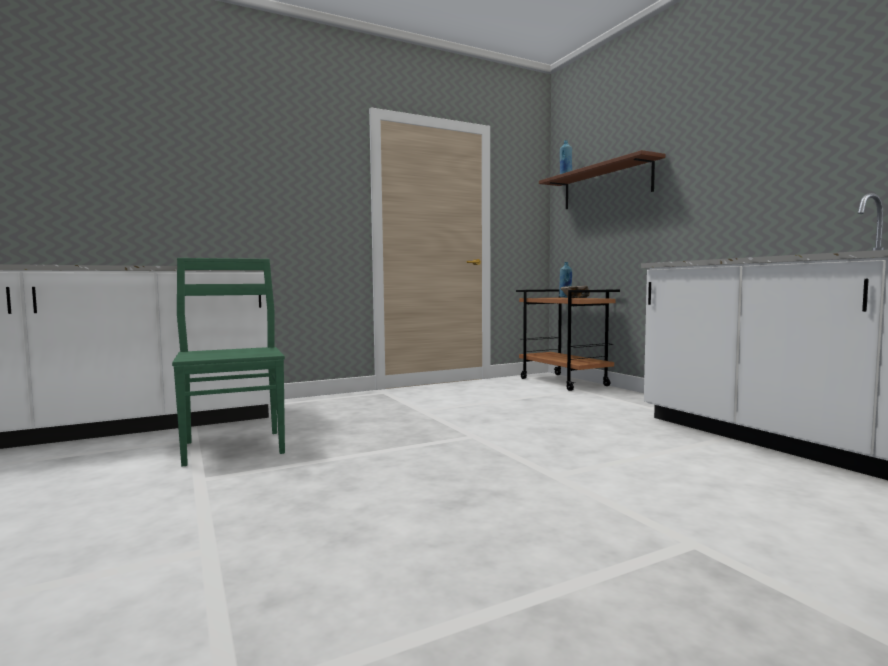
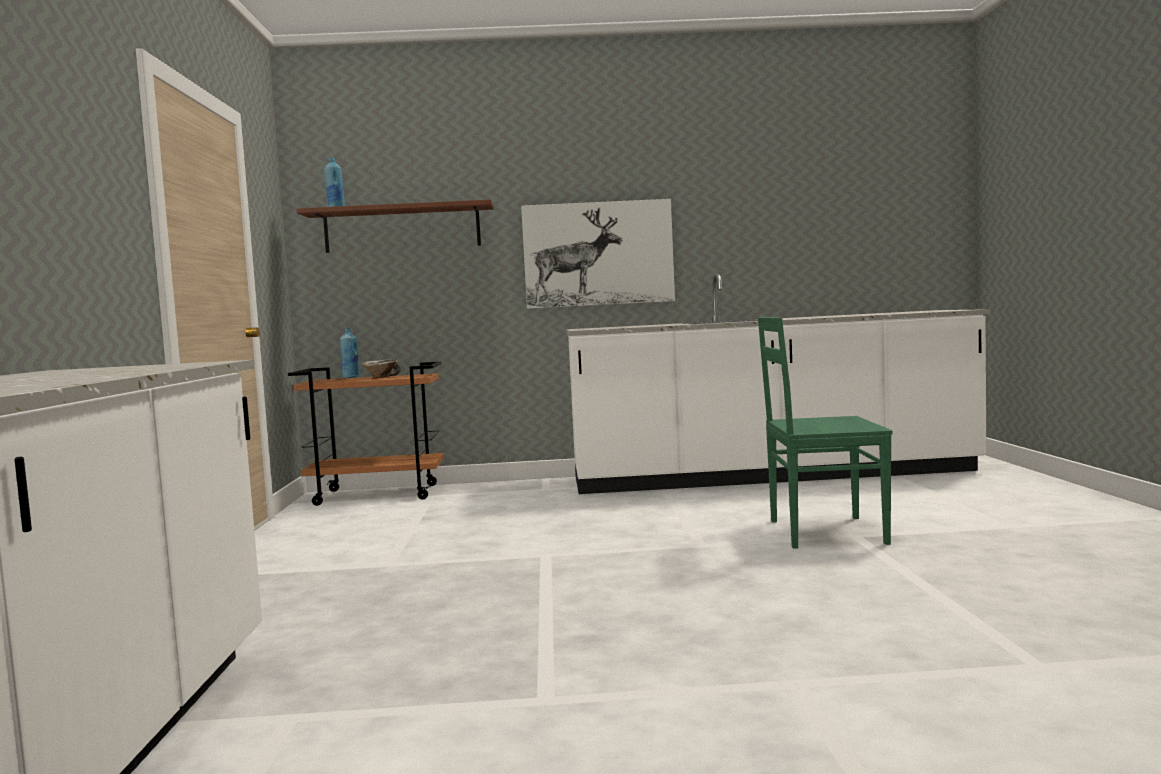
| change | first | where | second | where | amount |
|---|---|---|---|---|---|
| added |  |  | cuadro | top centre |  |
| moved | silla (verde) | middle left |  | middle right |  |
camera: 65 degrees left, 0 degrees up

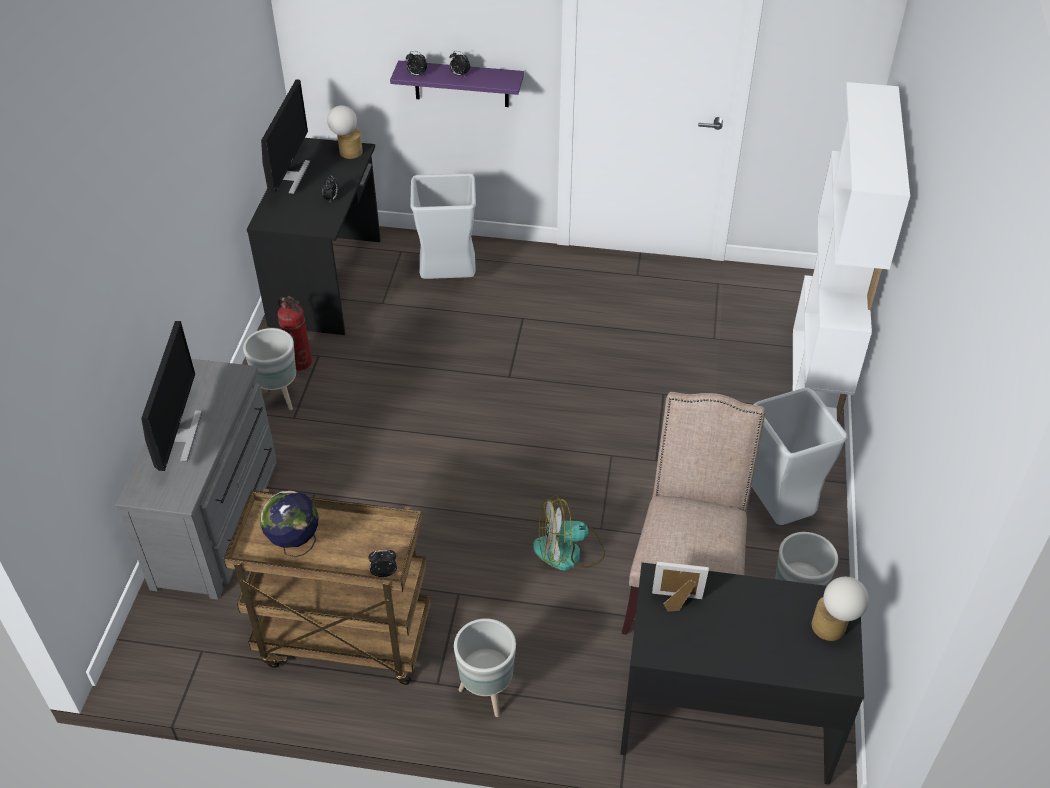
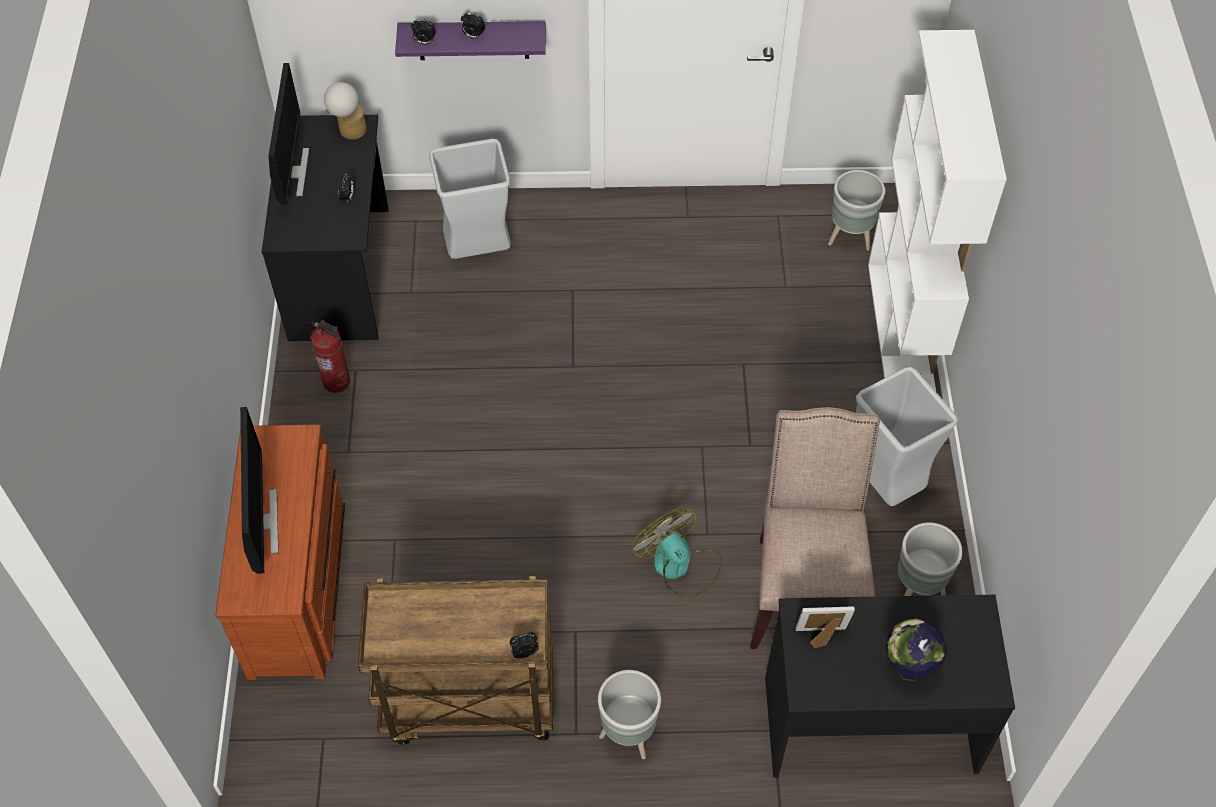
| change | first | where | second | where | amount |
|---|---|---|---|---|---|
| removed | lámpara de mesa (2nd from left) | bottom right |  |  |  |
| moved | maceta (gris) (1st from left in the first image) | middle left | maceta (gris) (2nd from left) | top right |  |
| moved | globo terráqueo | middle left |  | bottom right |  |
| recoloured | cómoda (gris) | middle left | cómoda (marrón) | bottom left |  |
| turned | ventilador | bottom centre |  | bottom centre | 75 degrees clockwise |
camera: 10 degrees left, 10 degrees up

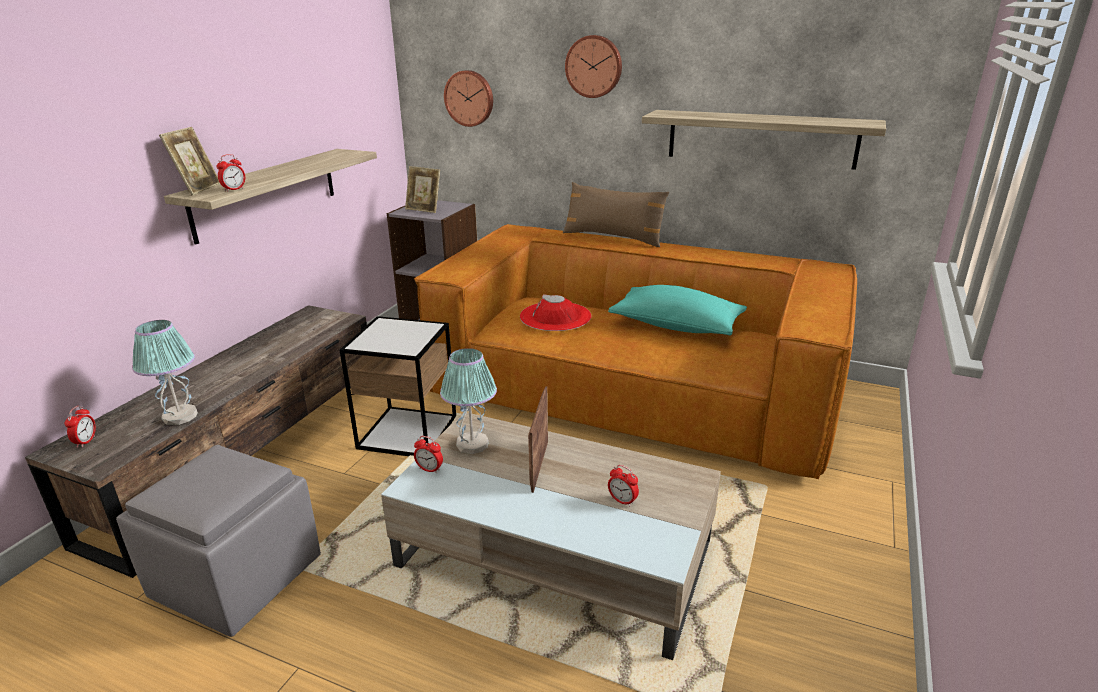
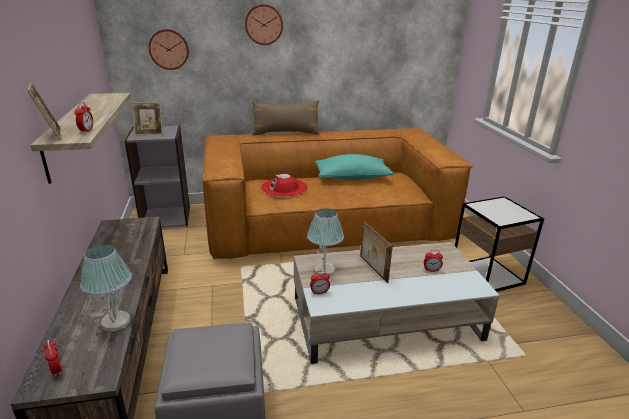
| change | first | where | second | where | amount |
|---|---|---|---|---|---|
| removed | estante (2nd from left) | top right |  |  |  |
| moved | mesa auxiliar | centre |  | middle right |  |
camera: 35 degrees left, 0 degrees up

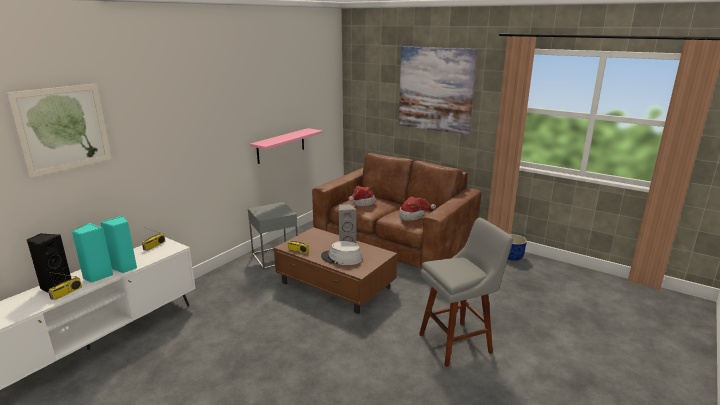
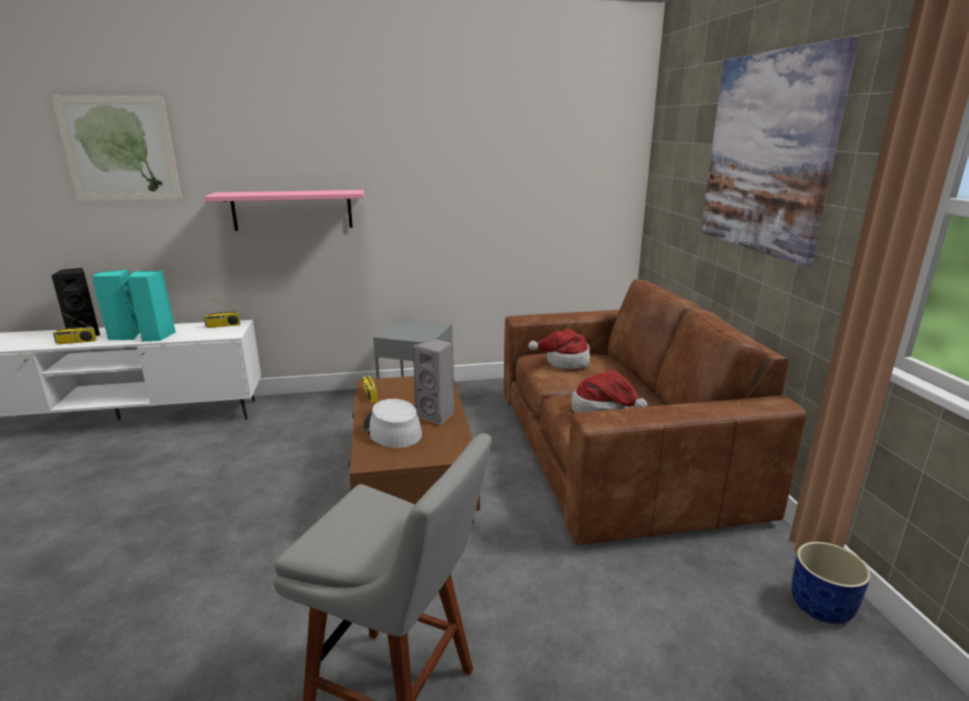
| change | first | where | second | where | amount |
|---|---|---|---|---|---|
| moved | estante (rosa) | centre |  | top left |  |
camera: 45 degrees right, 0 degrees up

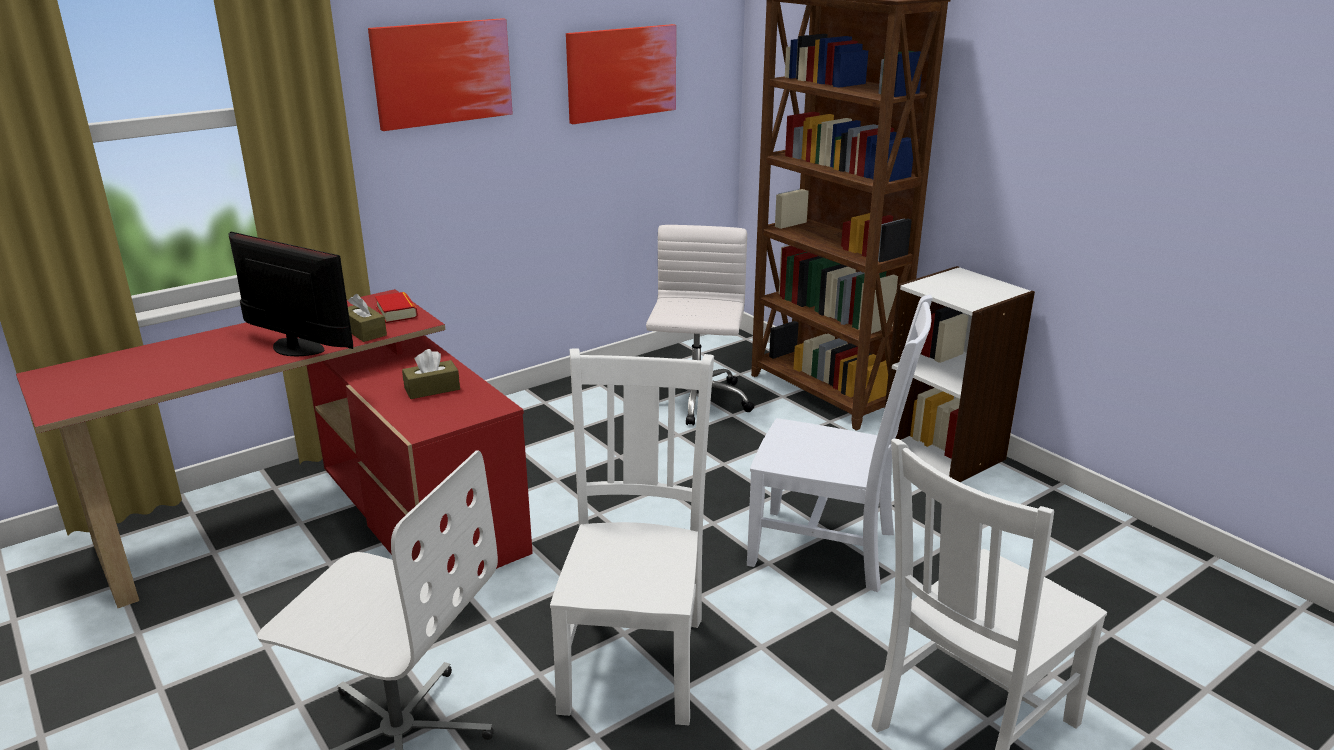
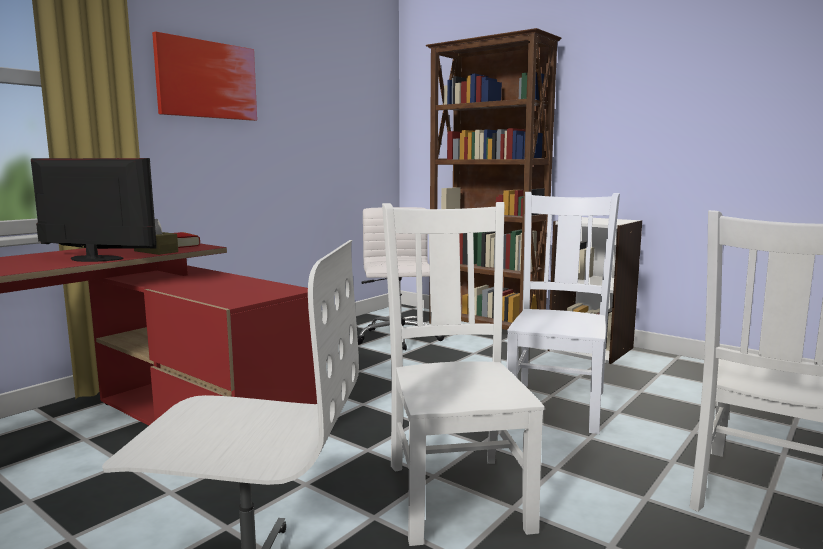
| change | first | where | second | where | amount |
|---|---|---|---|---|---|
| removed | caja de pañuelos (marrón) (2nd from left) | middle left |  |  |  |
| removed | cuadro (2nd from left) | top centre |  |  |  |
| turned | silla (blanco) (2nd from left) | centre |  | middle right | 75 degrees counterclockwise |
camera: 15 degrees left, 15 degrees down

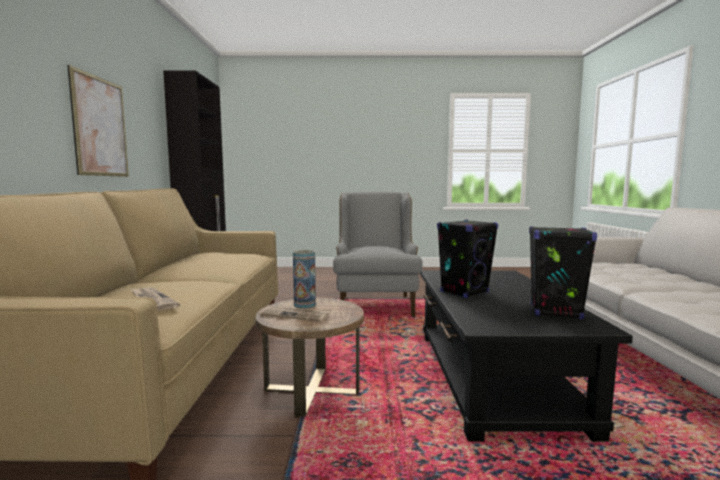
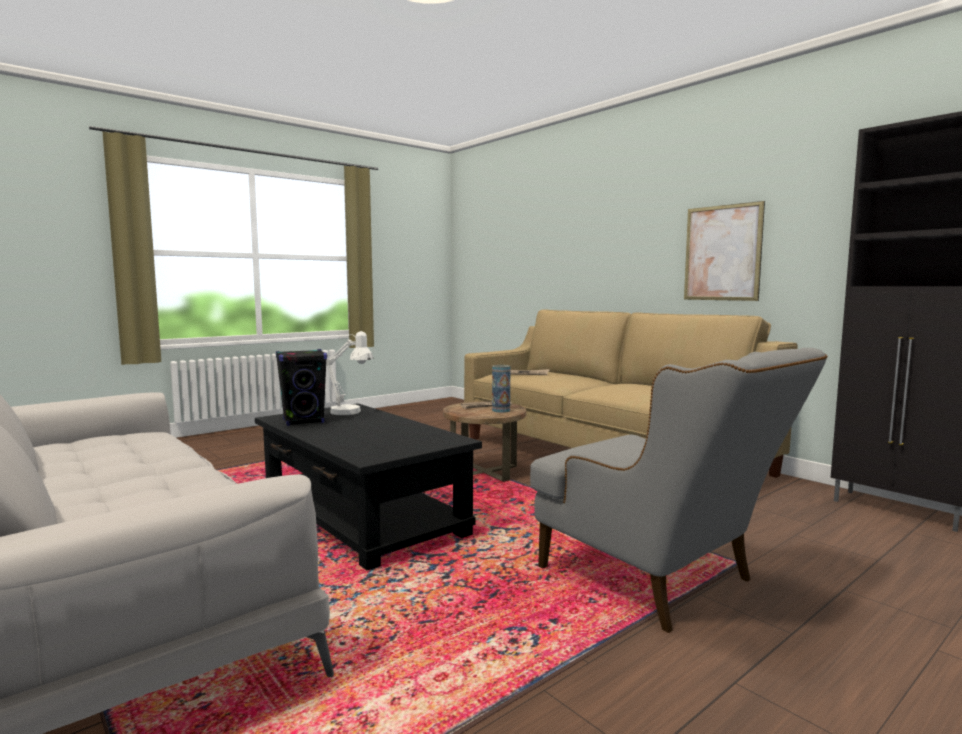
| change | first | where | second | where | amount |
|---|---|---|---|---|---|
| removed | altavoz (negro) (1st from left) | centre |  |  |  |
| added |  |  | lámpara de mesa (blanco) | centre |  |
camera: 140 degrees right, 0 degrees up

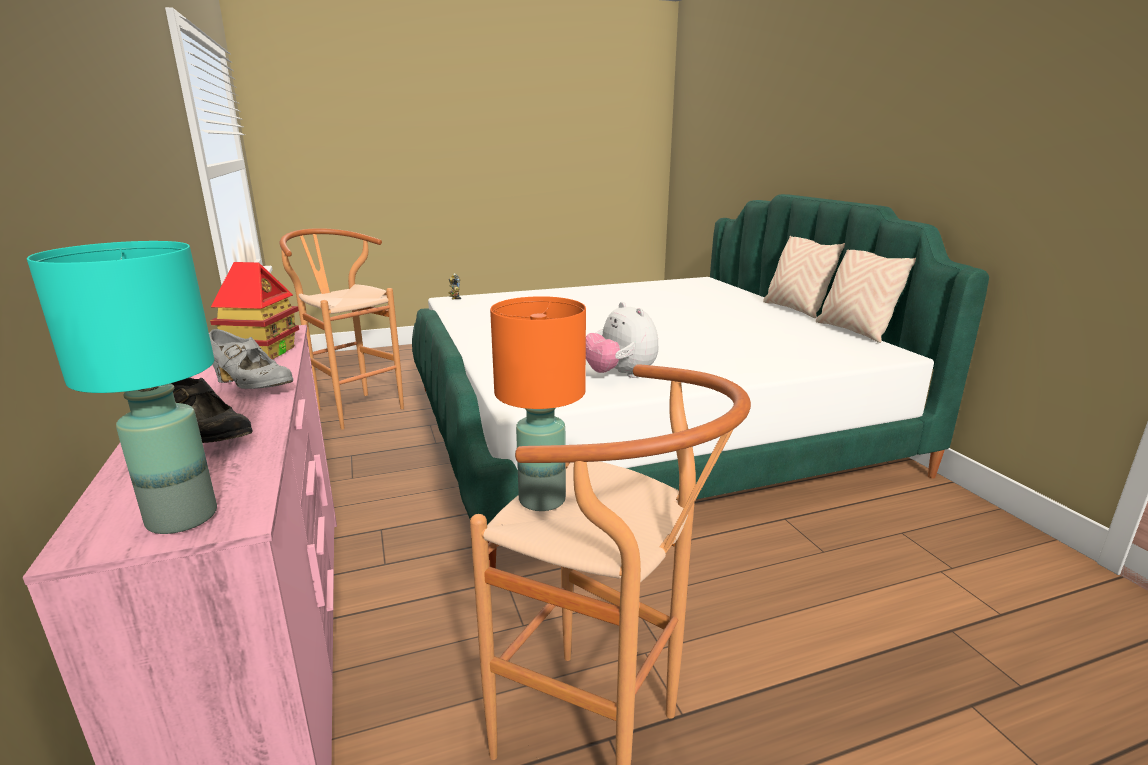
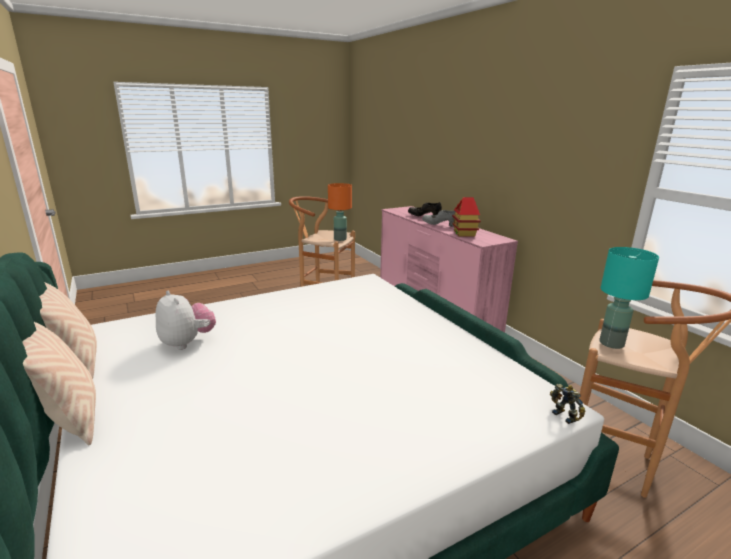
| change | first | where | second | where | amount |
|---|---|---|---|---|---|
| moved | lámpara de mesa (turquesa) | middle left |  | middle right |  |
| moved | peluche | centre |  | middle left |  |
camera: 170 degrees right, 0 degrees up

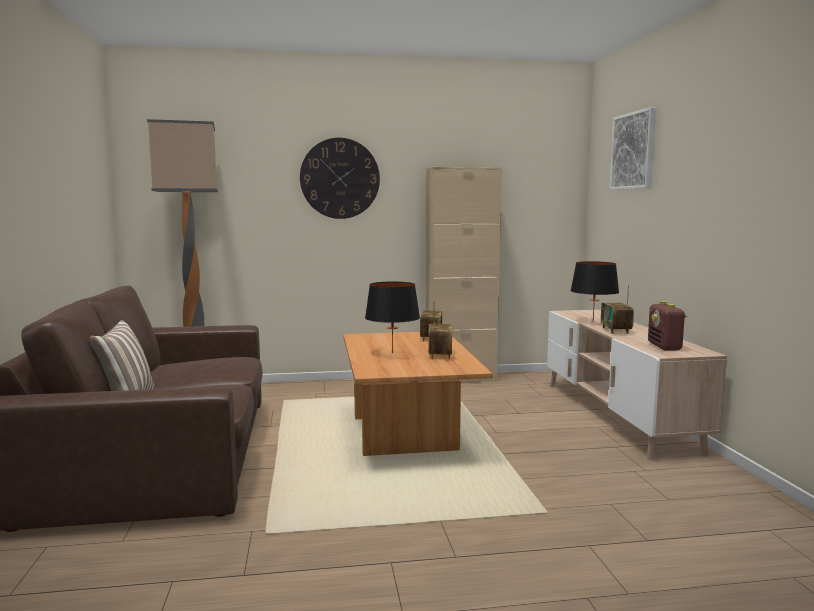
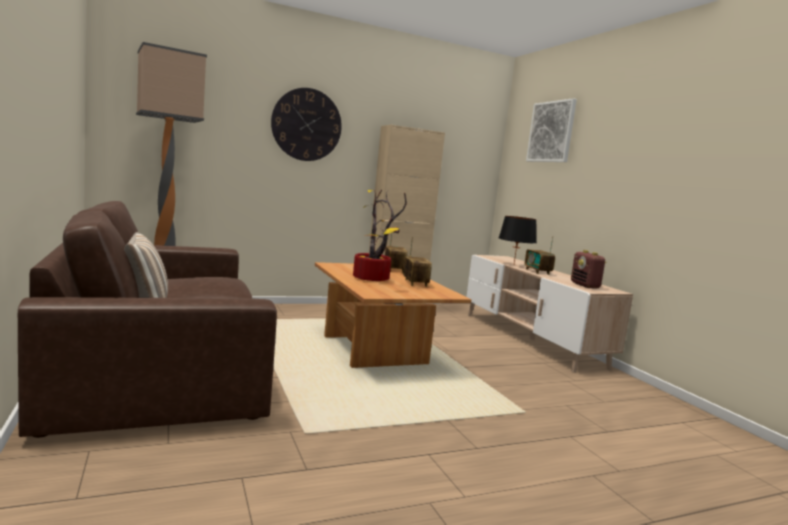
| change | first | where | second | where | amount |
|---|---|---|---|---|---|
| replaced | lámpara de mesa (negro) (1st from left) | centre | planta en maceta | centre |  |
camera: 15 degrees left, 0 degrees up

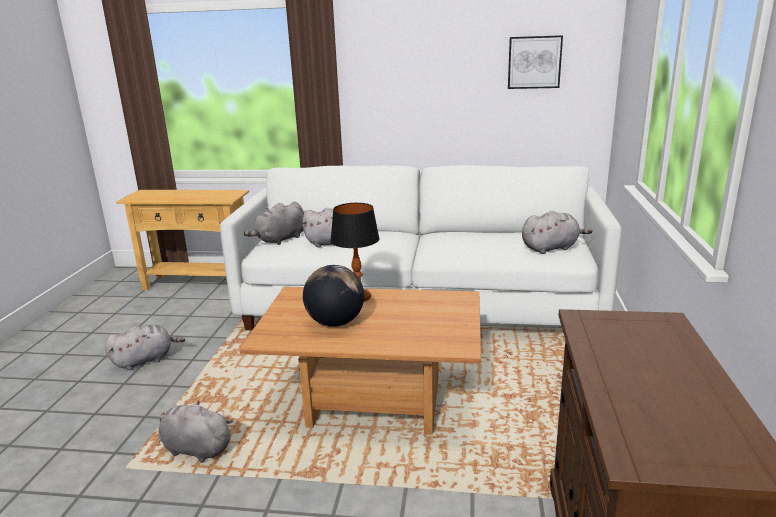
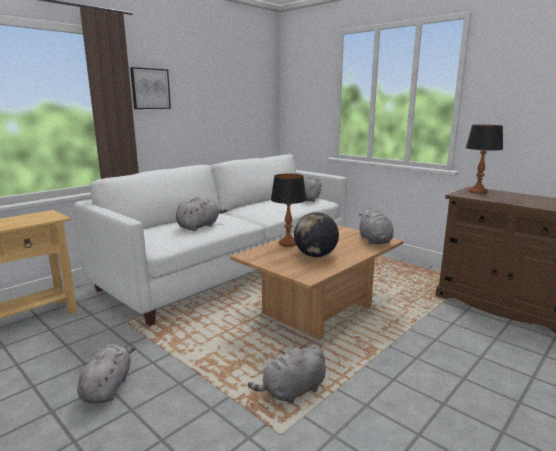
| change | first | where | second | where | amount |
|---|---|---|---|---|---|
| added |  |  | lámpara de mesa (2nd from left) | middle right |  |
| moved | peluche (gris) (3rd from left in the first image) | centre | peluche (gris) (5th from left) | middle right |  |
| moved | cuadro | top right |  | top left |  |
camera: 55 degrees left, 5 degrees down

